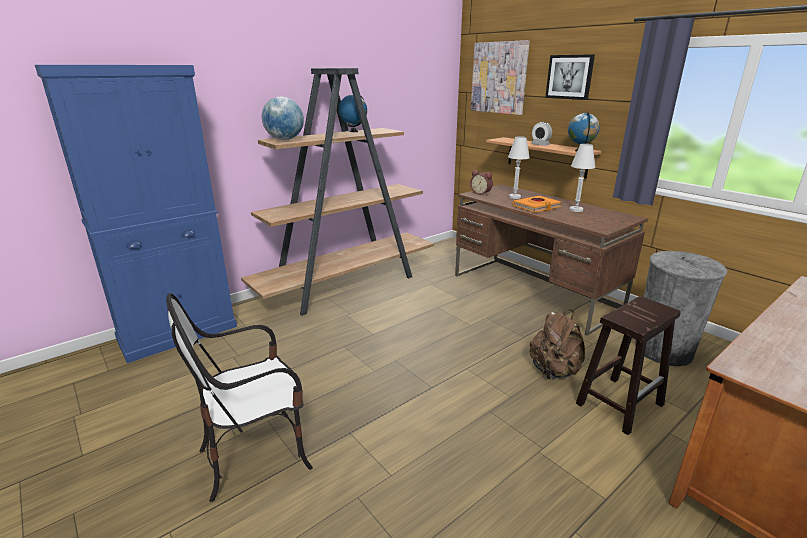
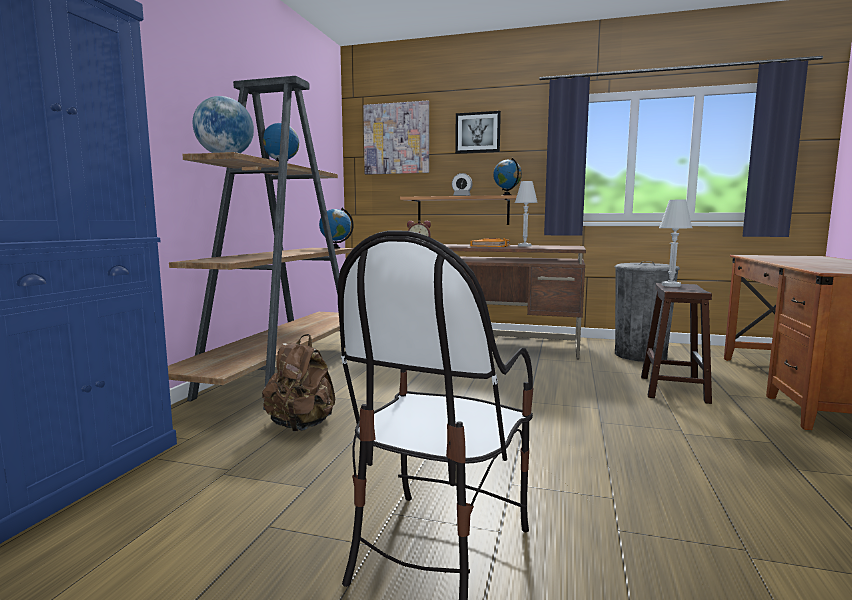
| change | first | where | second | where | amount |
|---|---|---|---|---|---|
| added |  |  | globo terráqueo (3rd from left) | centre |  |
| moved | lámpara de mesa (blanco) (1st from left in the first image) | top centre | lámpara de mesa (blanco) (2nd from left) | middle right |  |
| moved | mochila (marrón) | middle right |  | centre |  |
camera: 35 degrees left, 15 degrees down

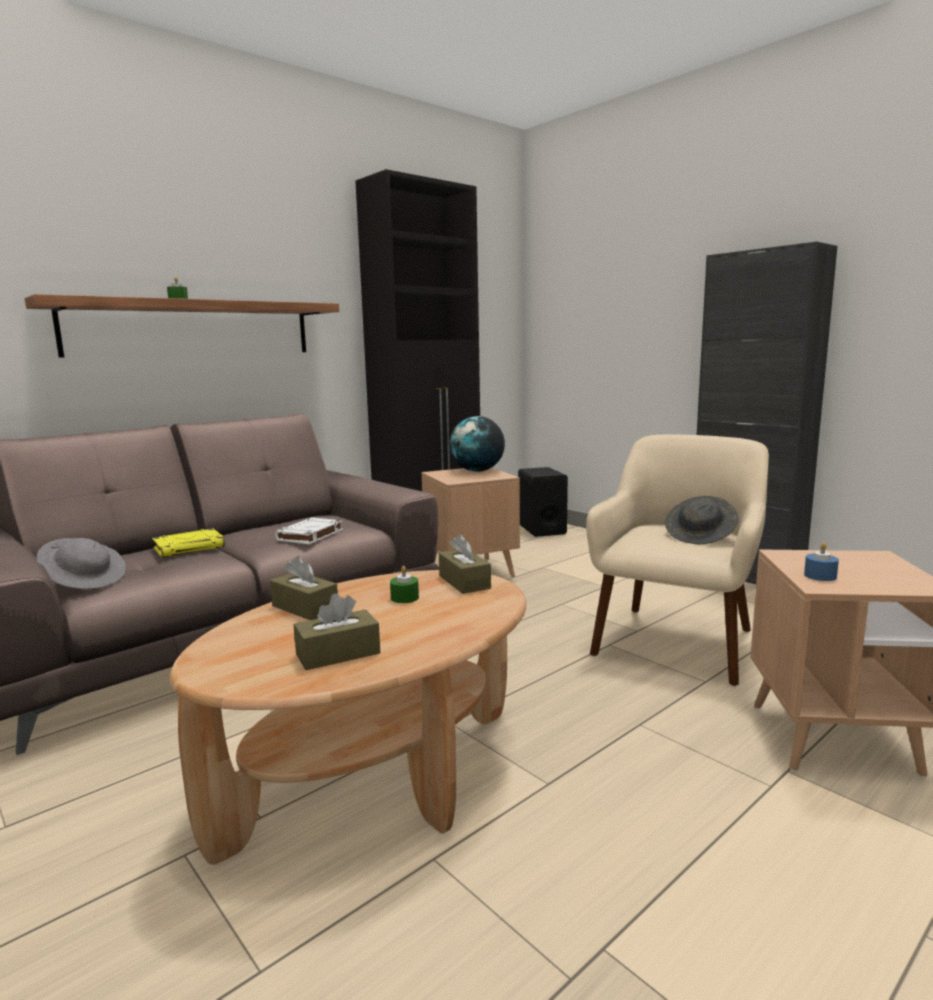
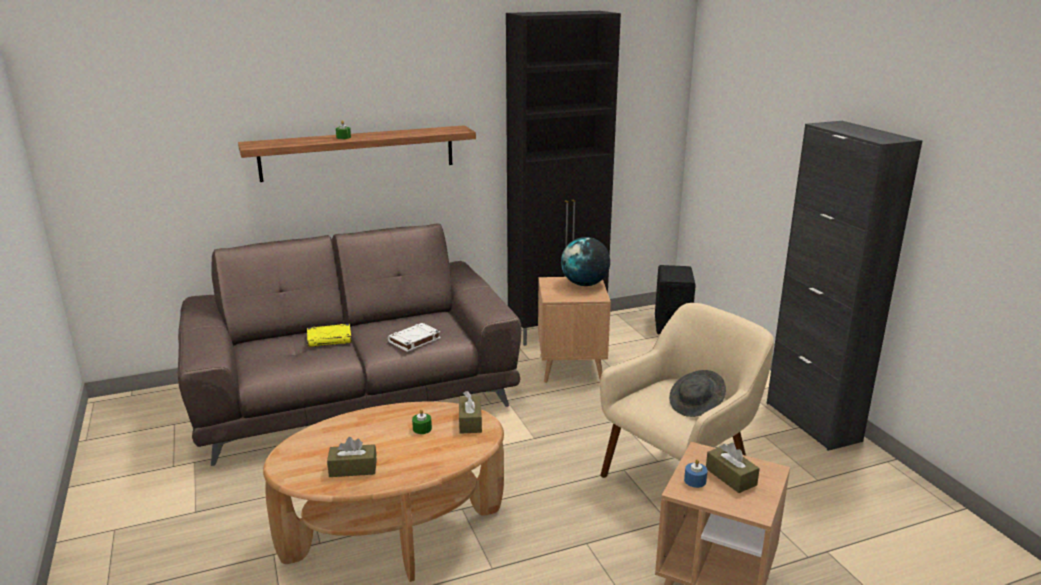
| change | first | where | second | where | amount |
|---|---|---|---|---|---|
| removed | sombrero (gris) (1st from left) | middle left |  |  |  |
| moved | caja de pañuelos (marrón) (1st from left in the first image) | middle left | caja de pañuelos (marrón) (3rd from left) | bottom right |  |
camera: 20 degrees right, 10 degrees up

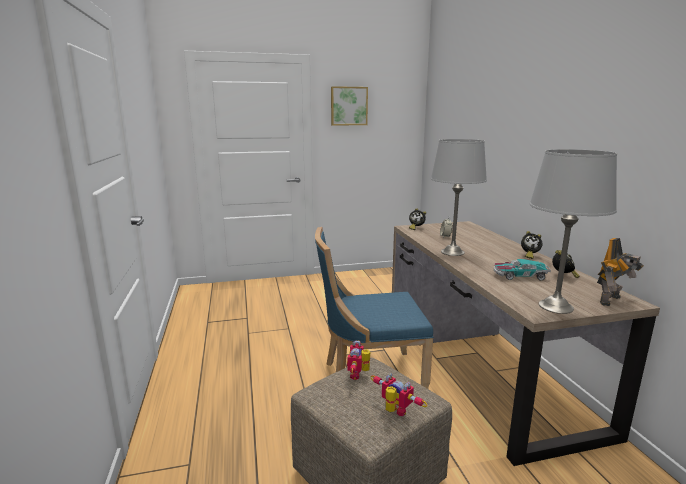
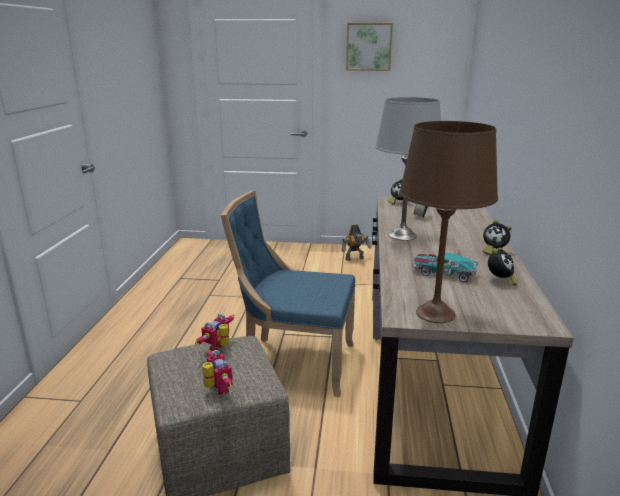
| change | first | where | second | where | amount |
|---|---|---|---|---|---|
| moved | robot de juguete (3rd from left) | middle right |  | centre |  |
| recoloured | lámpara de mesa (gris) (2nd from left) | middle right | lámpara de mesa (marrón) | middle right |  |
camera: 20 degrees right, 5 degrees up

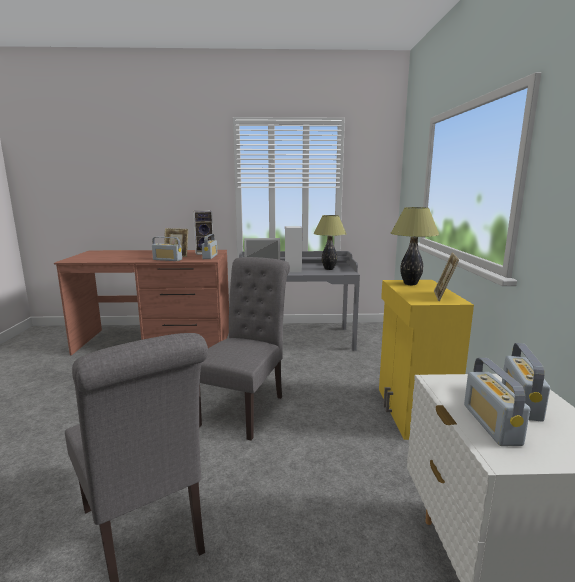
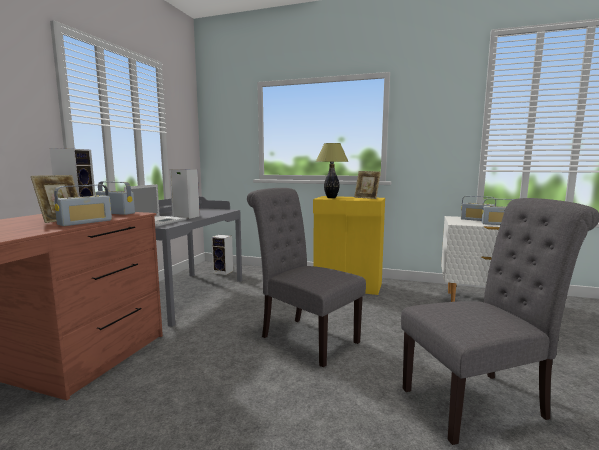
| change | first | where | second | where | amount |
|---|---|---|---|---|---|
| removed | lámpara de mesa (1st from left) | centre |  |  |  |
| added |  |  | altavoz (3rd from left) | centre |  |
camera: 70 degrees left, 5 degrees down

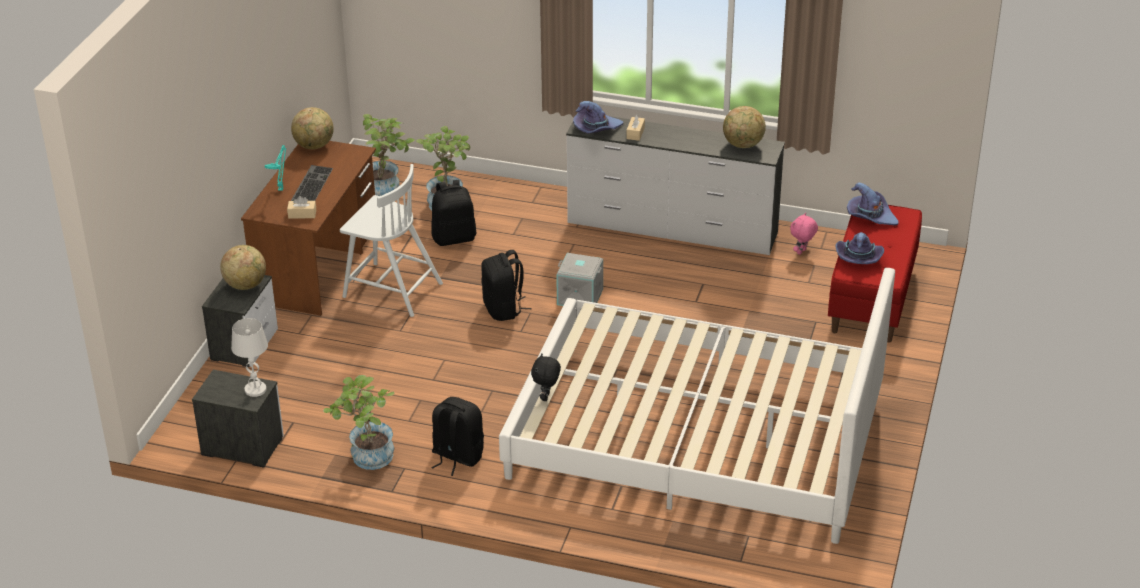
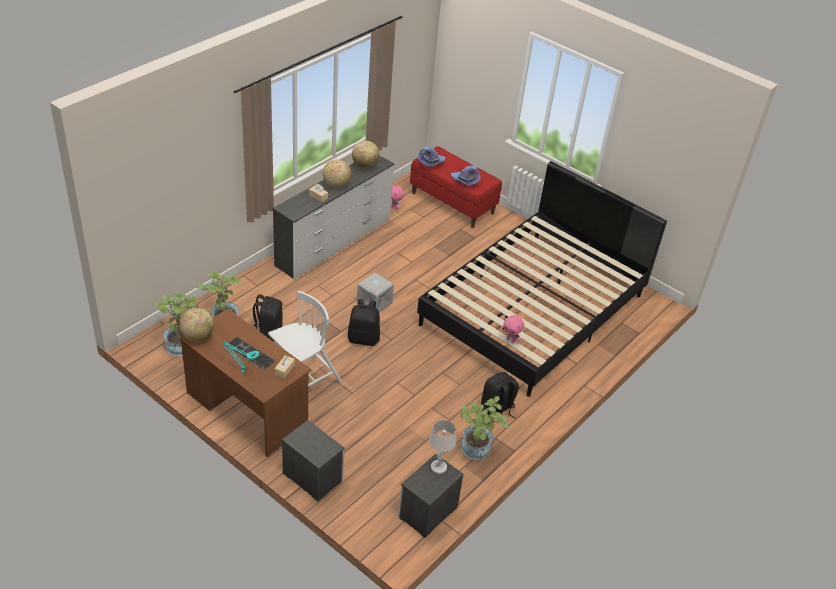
| change | first | where | second | where | amount |
|---|---|---|---|---|---|
| removed | sombrero (morado) (1st from left) | top centre |  |  |  |
| moved | globo terráqueo (1st from left in the first image) | middle left | globo terráqueo (2nd from left) | top centre |  |
| recoloured | cama (blanco) | bottom centre | cama (negro) | centre |  |
| recoloured | peluche (negro) | centre | peluche (rosa) (2nd from left) | centre |  |
camera: 70 degrees left, 5 degrees up

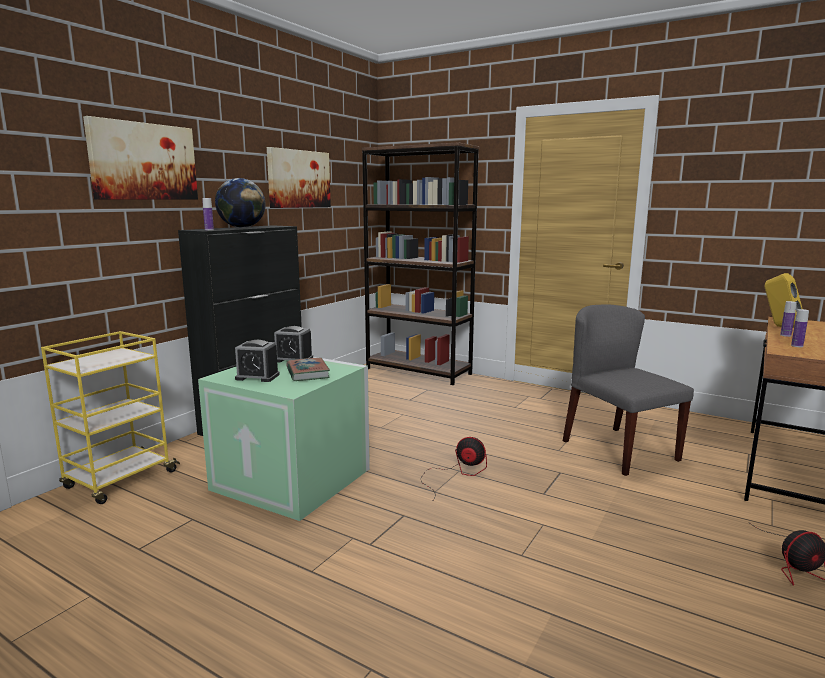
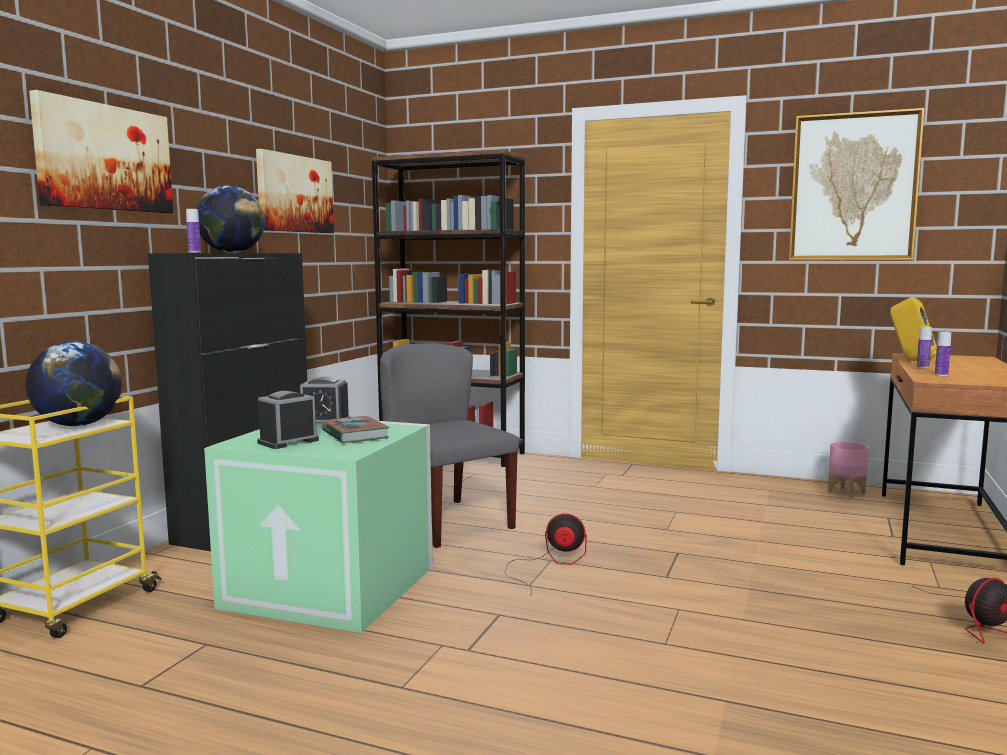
| change | first | where | second | where | amount |
|---|---|---|---|---|---|
| added |  |  | globo terráqueo (1st from left) | middle left |  |
| added |  |  | cuadro (3rd from left) | top right |  |
| added |  |  | maceta (rosa) | middle right |  |
| moved | silla (gris) | middle right |  | centre |  |
| turned | despertador (1st from left) | middle left |  | middle left | 135 degrees clockwise |
camera: 10 degrees left, 5 degrees down

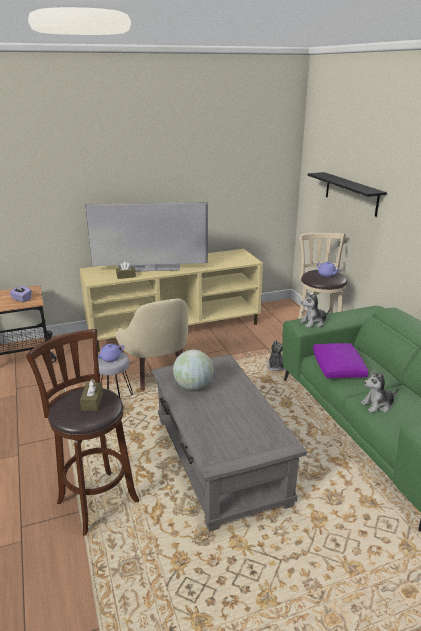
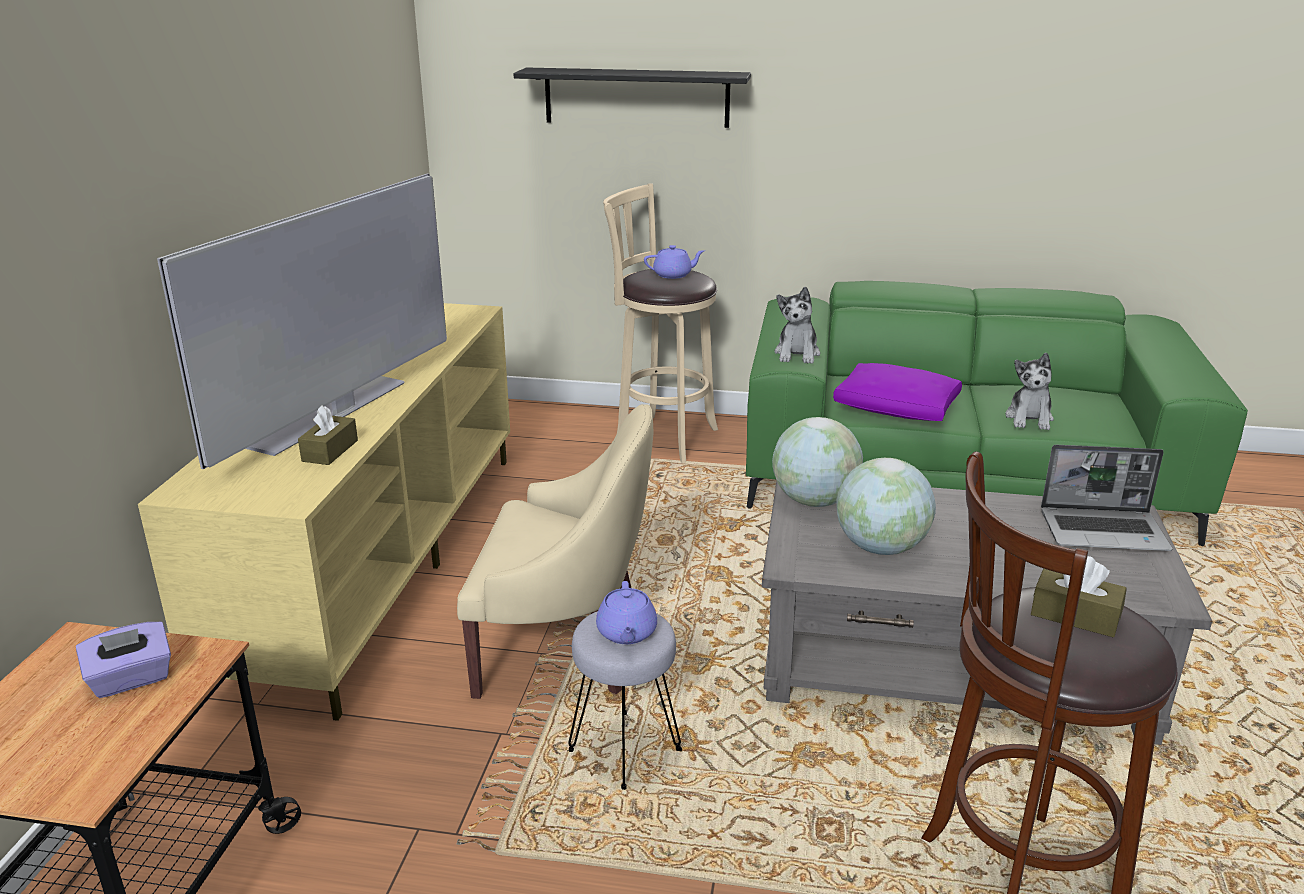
| change | first | where | second | where | amount |
|---|---|---|---|---|---|
| removed | peluche (1st from left) | centre |  |  |  |
| added |  |  | globo terráqueo (1st from left) | centre |  |
| added |  |  | portátil | middle right |  |
camera: 60 degrees left, 0 degrees up

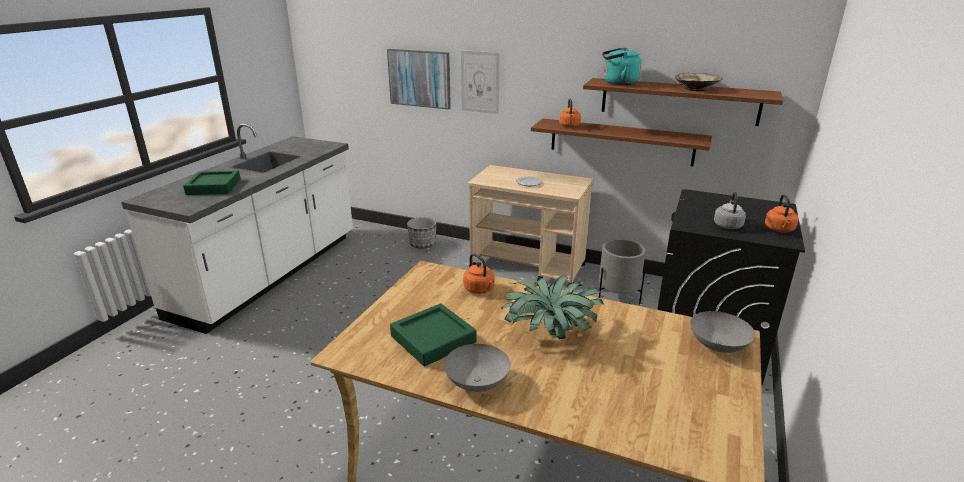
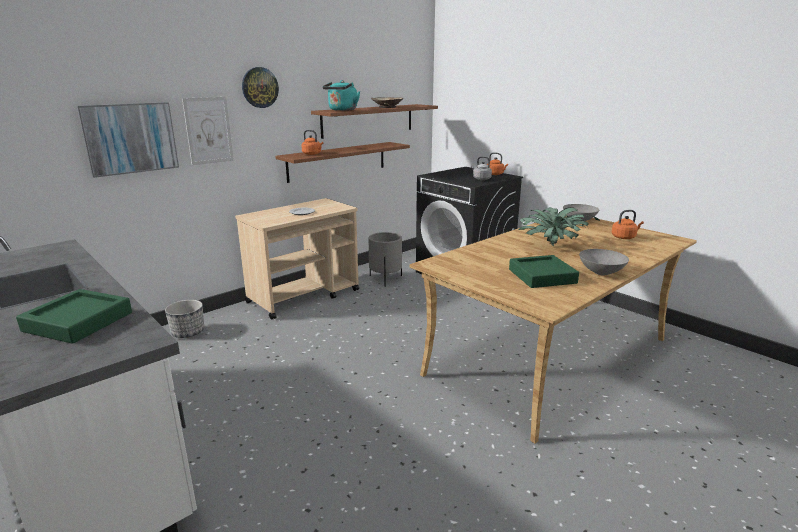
| change | first | where | second | where | amount |
|---|---|---|---|---|---|
| added |  |  | reloj de pared | top left |  |
| moved | hervidor (naranja) (1st from left in the first image) | centre | hervidor (naranja) (3rd from left) | middle right |  |
camera: 65 degrees left, 5 degrees down

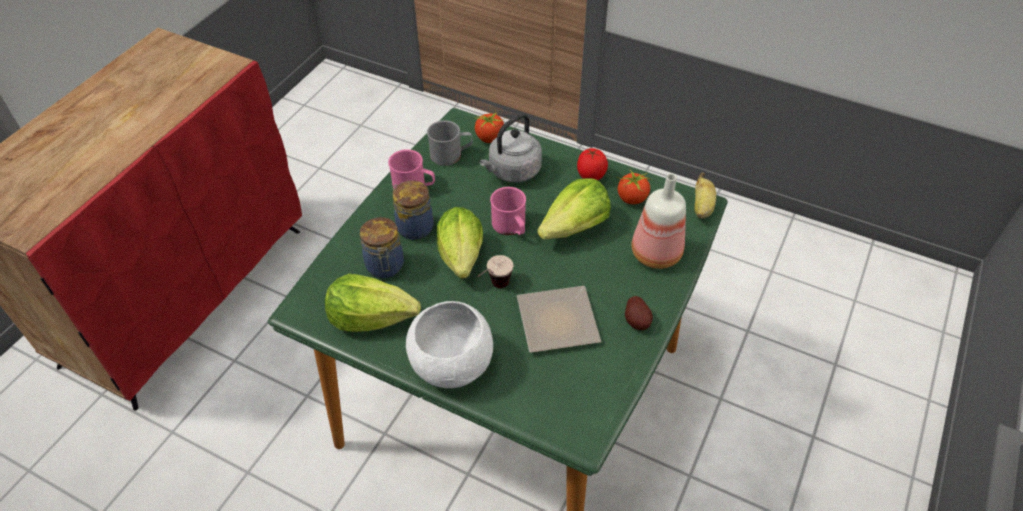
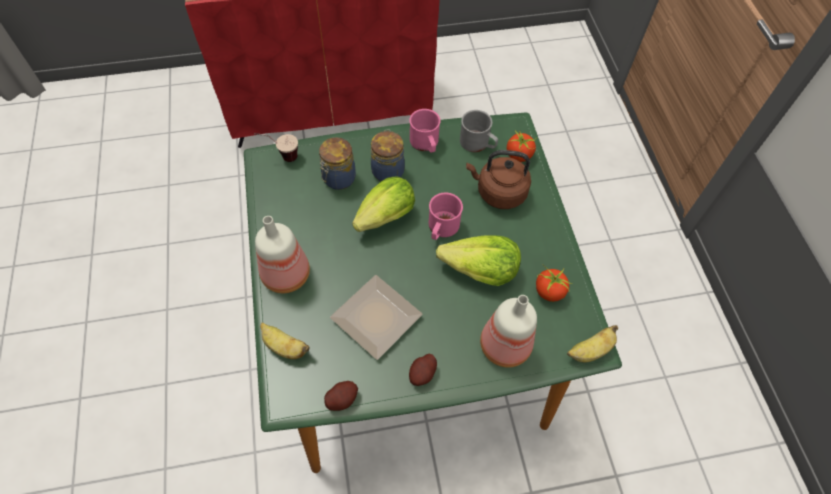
| change | first | where | second | where | amount |
|---|---|---|---|---|---|
| removed | lechuga (1st from left) | centre |  |  |  |
| removed | tomate (2nd from left) | top centre |  |  |  |
| added |  |  | plátano (1st from left) | bottom centre |  |
| added |  |  | patata (1st from left) | bottom centre |  |
| moved | taza | centre |  | top left |  |
| replaced | cuenco (blanco) | bottom centre | botella (1st from left) | centre |  |
| recoloured | hervidor (gris) | top centre | hervidor (marrón) | centre |  |
camera: 50 degrees right, 10 degrees up

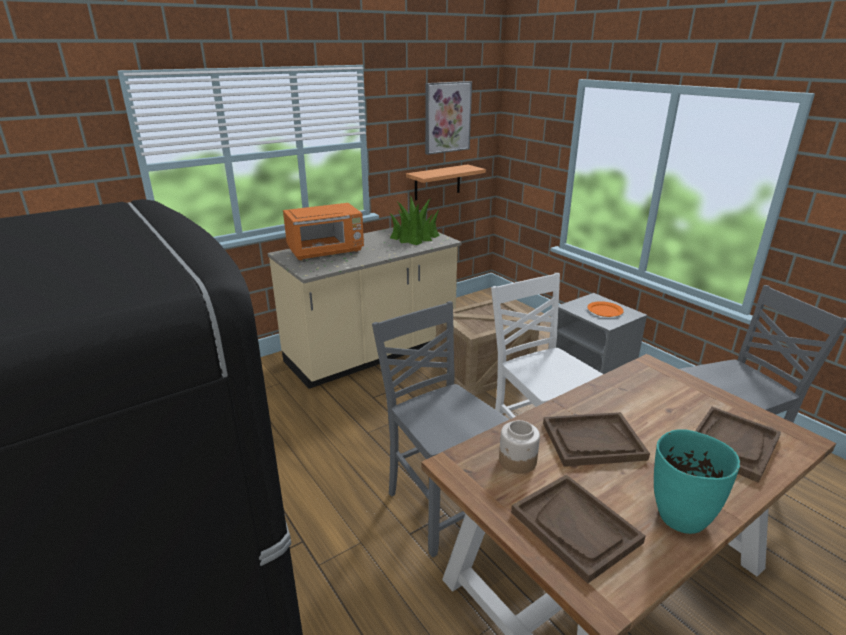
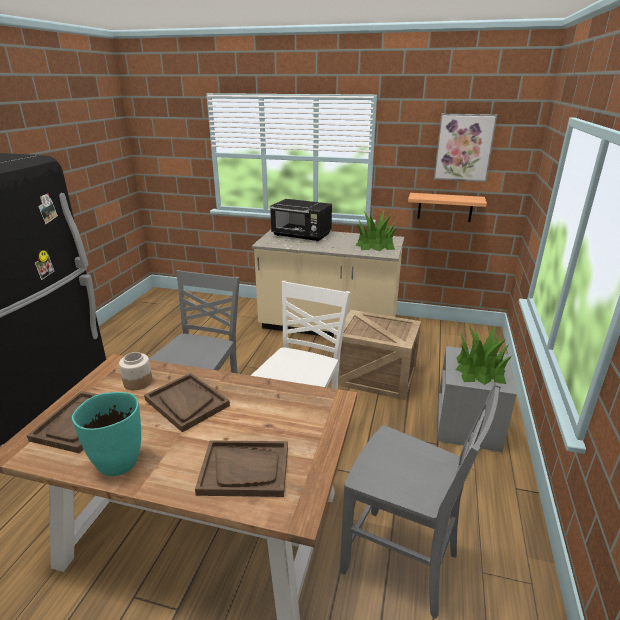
| change | first | where | second | where | amount |
|---|---|---|---|---|---|
| replaced | plato (naranja) | middle right | planta en maceta (2nd from left) | middle right |  |
| recoloured | microondas (naranja) | centre | microondas (negro) | centre |  |
camera: 50 degrees right, 0 degrees up

